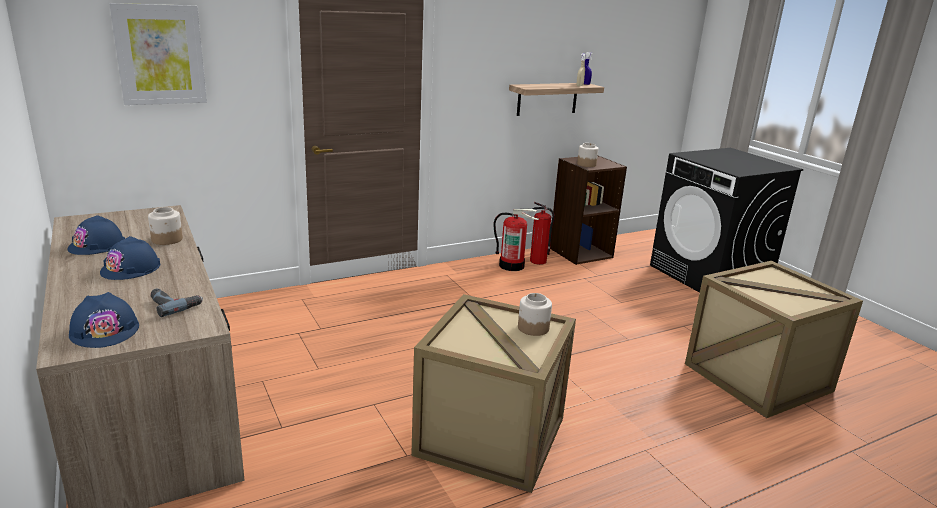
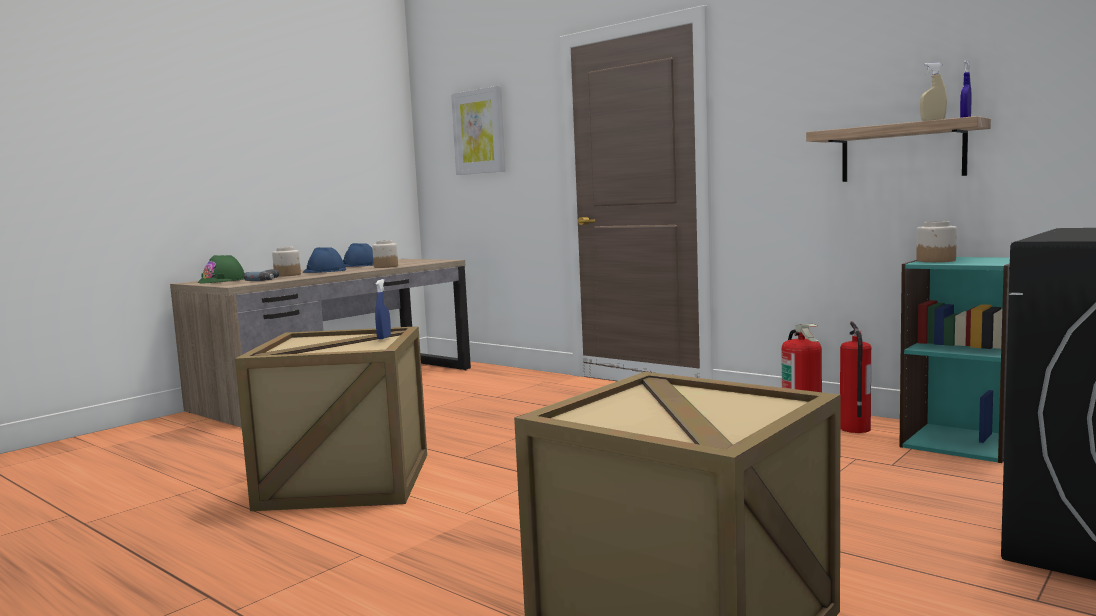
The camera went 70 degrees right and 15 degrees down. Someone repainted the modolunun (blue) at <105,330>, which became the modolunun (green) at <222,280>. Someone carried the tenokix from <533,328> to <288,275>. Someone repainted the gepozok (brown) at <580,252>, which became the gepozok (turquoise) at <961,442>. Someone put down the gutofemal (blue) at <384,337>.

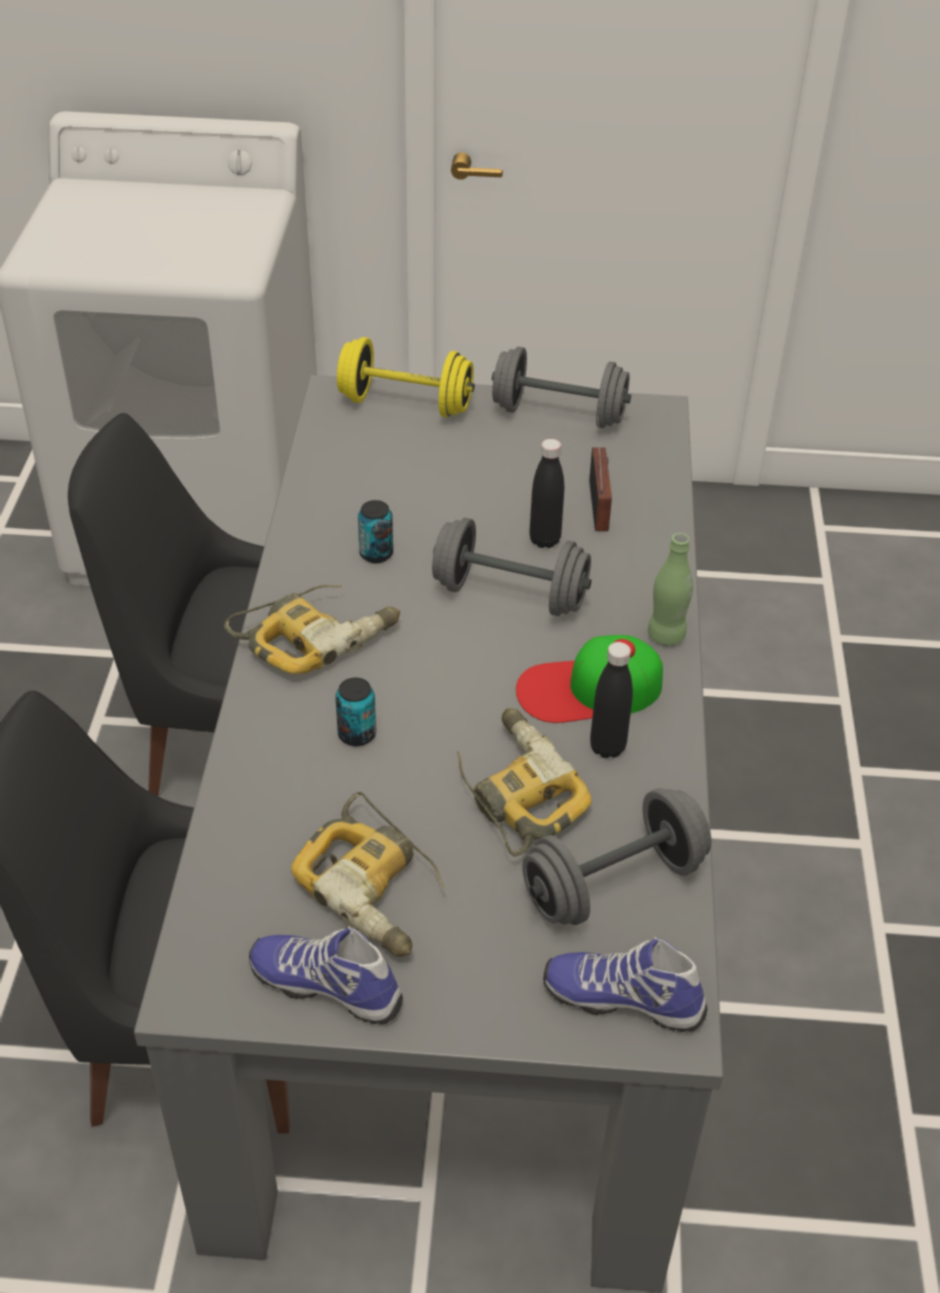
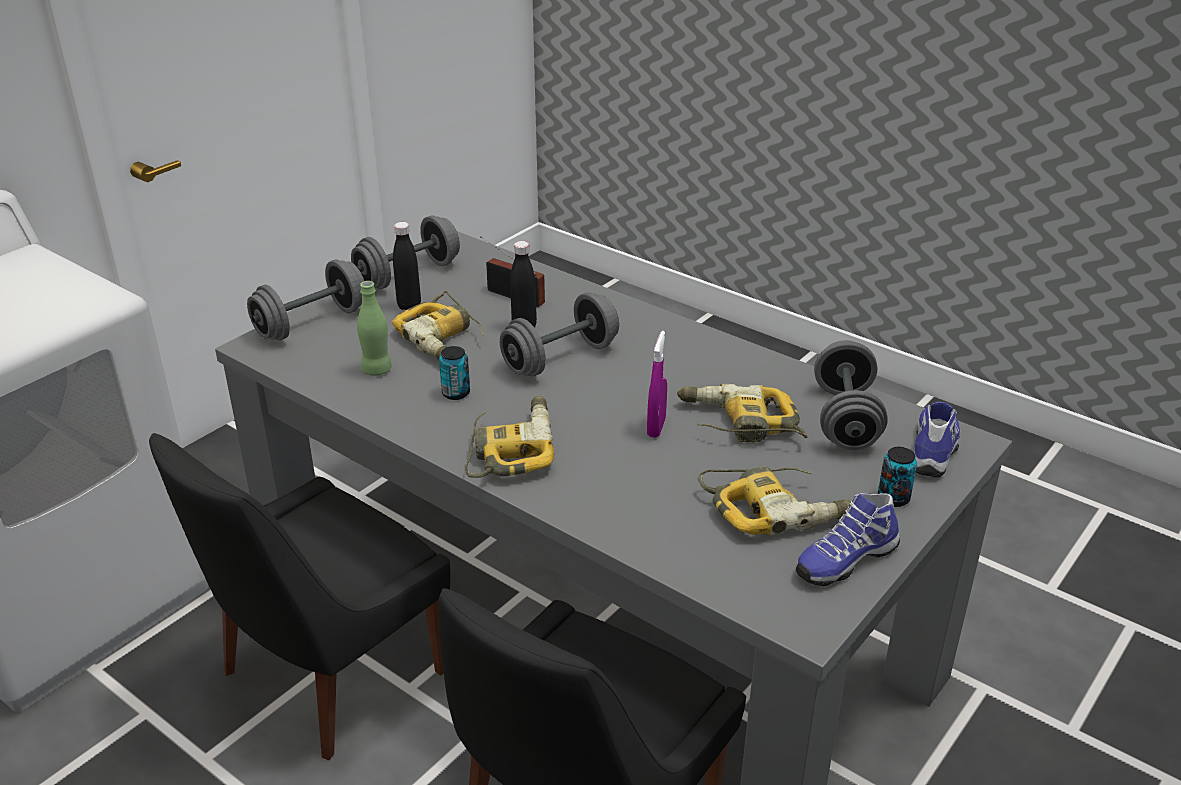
The camera went 55 degrees left and 10 degrees down. Someone carried the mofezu from <357,734> to <893,498>. Someone repainted the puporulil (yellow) at <405,404>, which became the puporulil (grey) at <311,323>. Someone took away the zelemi at <589,689>. Someone rotated the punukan at <624,997> by 150 degrees clockwise. Someone carried the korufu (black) from <607,747> to <409,306>. Someone carried the korufu (green) from <666,635> to <377,370>. Someone put down the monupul at <444,338>. Someone put down the gutofemal (purple) at <656,427>.

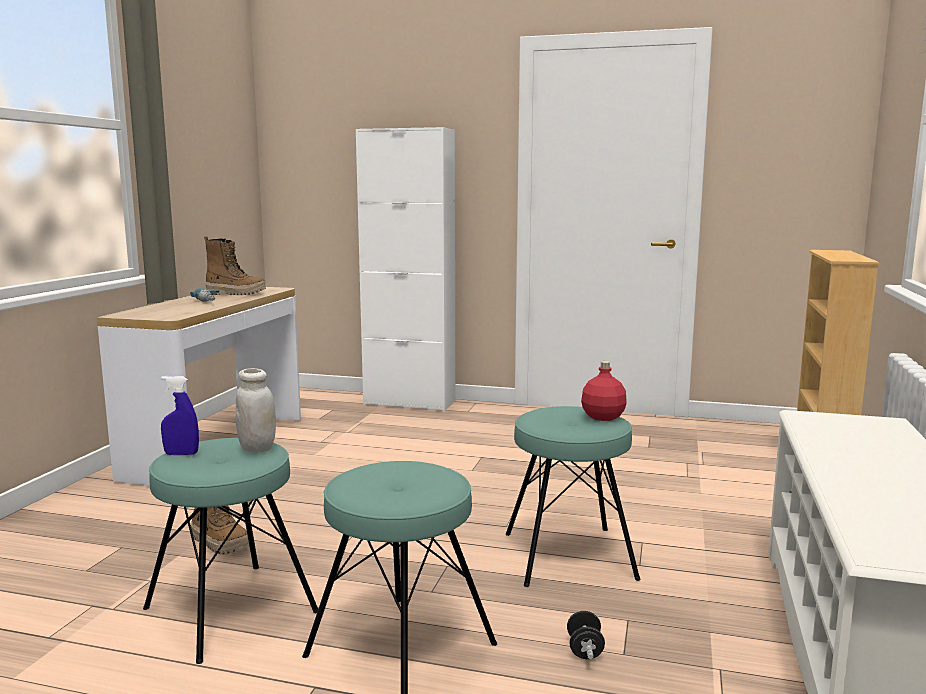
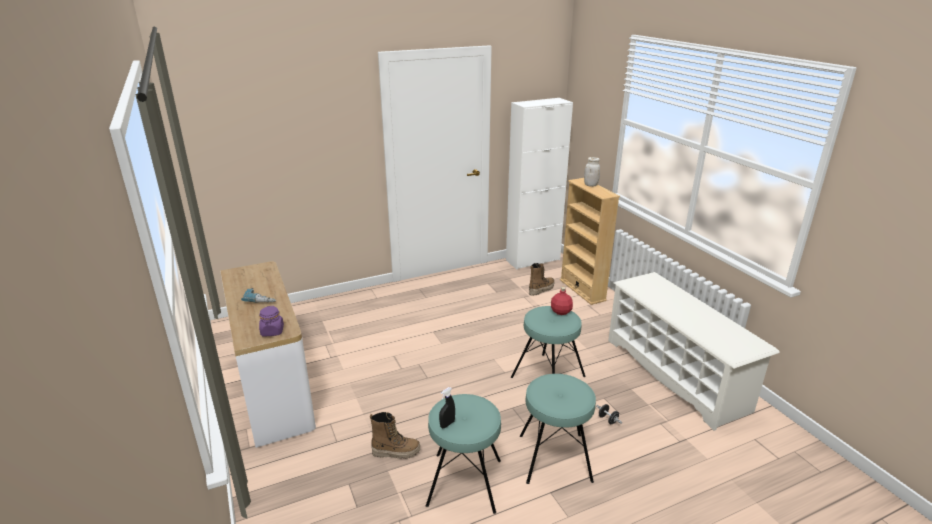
The camera went 40 degrees left and 15 degrees up. Someone repainted the gutofemal (blue) at <181,454>, which became the gutofemal (black) at <447,424>. Someone carried the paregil from <236,294> to <541,289>. Someone carried the tenokix (white) from <257,448> to <590,185>. Someone carried the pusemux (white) from <409,403> to <533,260>. Someone put down the tenokix (purple) at <272,331>.

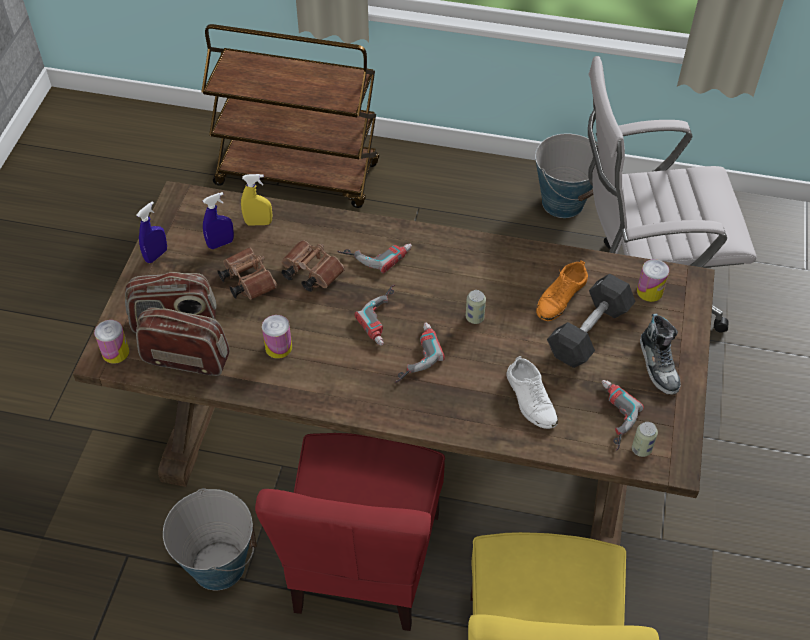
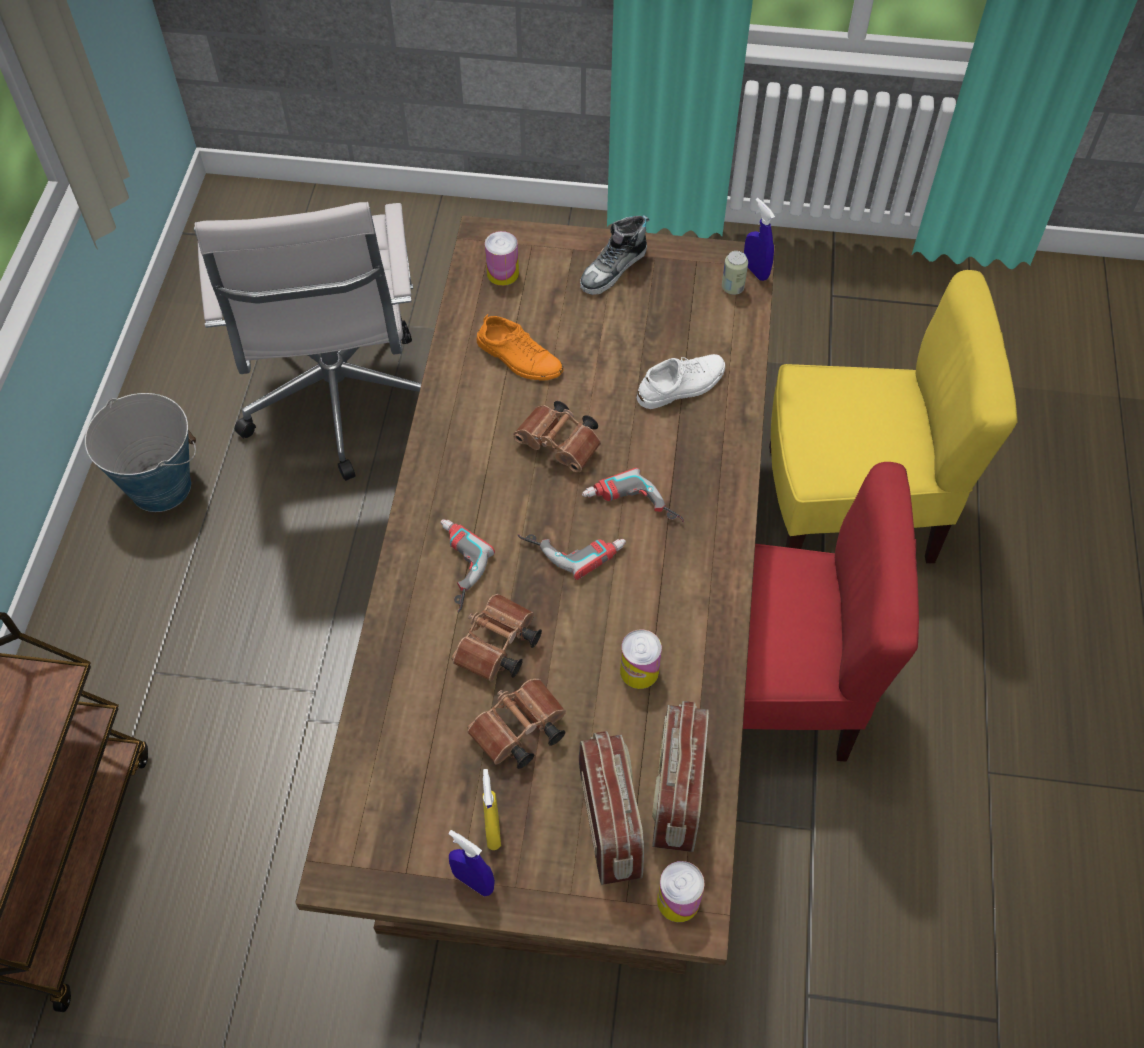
The camera went 95 degrees left and 5 degrees up. Someone took away the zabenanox at <218,565>. Someone carried the gutofemal (blue) from <221,243> to <755,271>. Someone carried the gutofemal (yellow) from <258,223> to <492,830>. Someone swapped the mofezu at <474,318> for the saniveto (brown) at <561,445>. Someone took away the puporulil (black) at <589,332>. Someone took away the monupul at <609,416>. Someone rotated the punukan at <658,365> by 150 degrees clockwise.

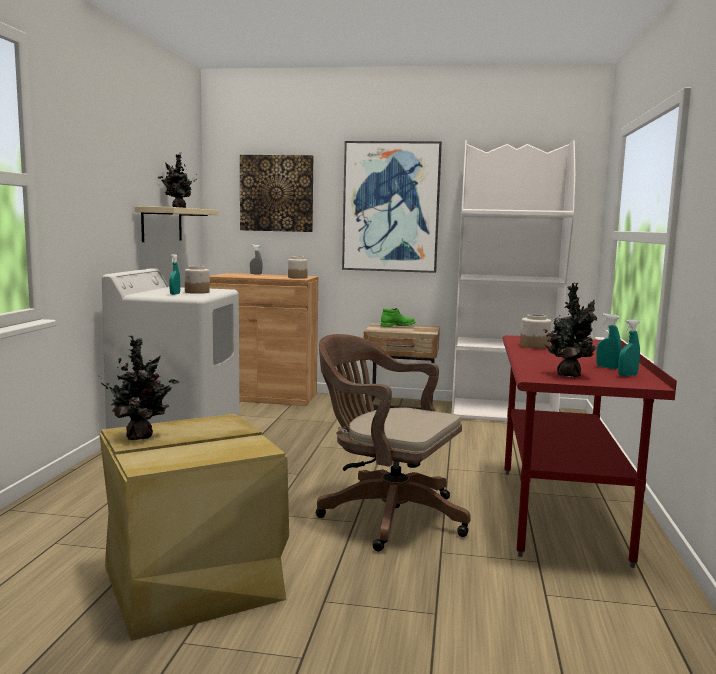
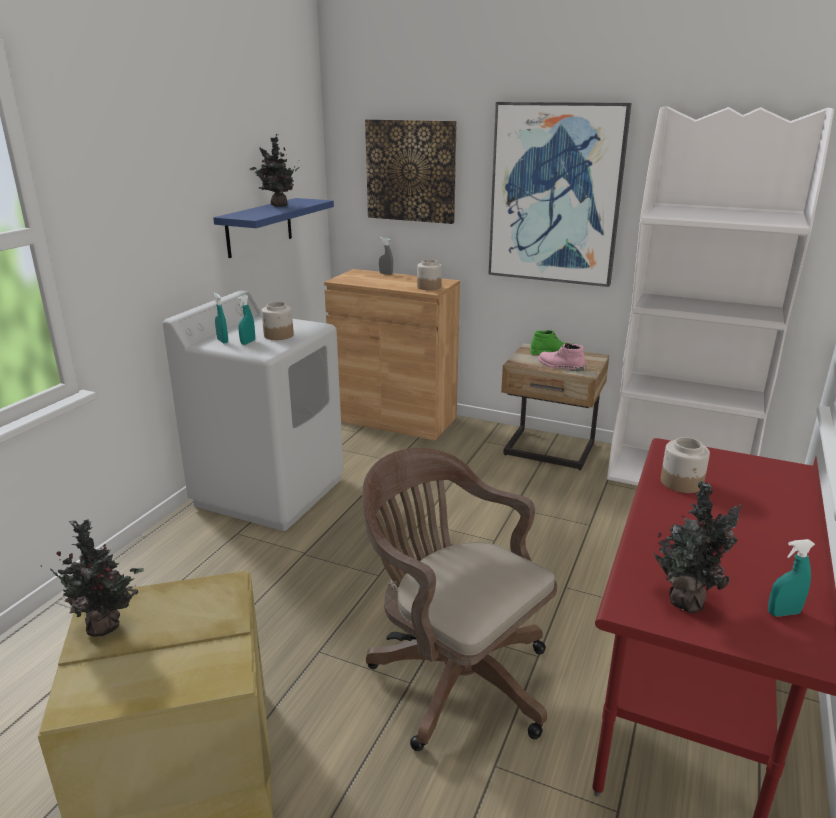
The camera went 15 degrees right and 15 degrees up. Someone repainted the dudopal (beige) at <162,224>, which became the dudopal (blue) at <259,227>. Someone carried the gutofemal (turquoise) from <607,367> to <222,341>. Someone put down the paregil (pink) at <560,366>.

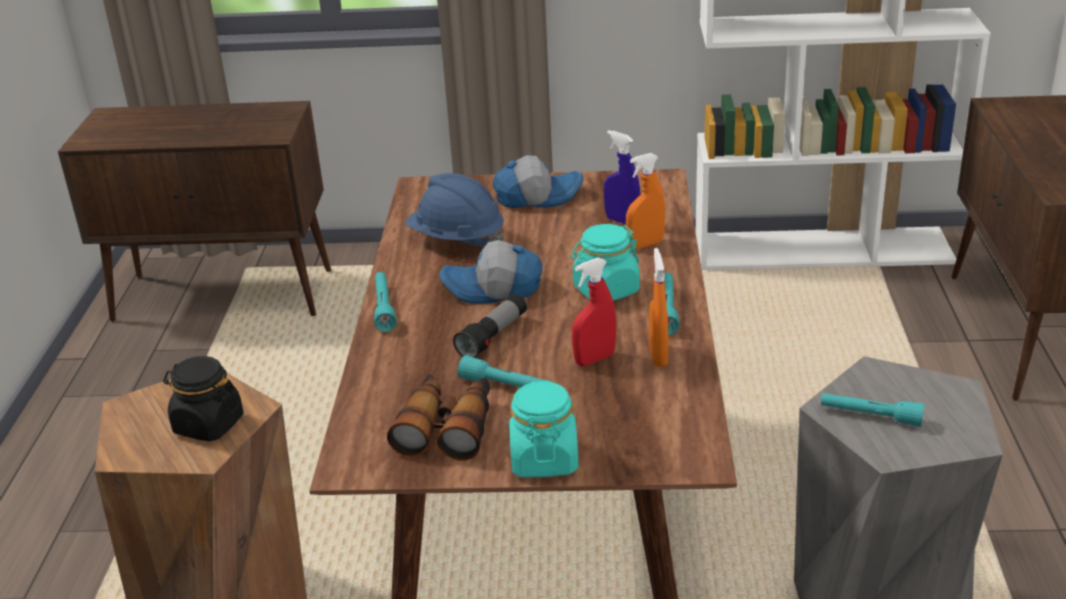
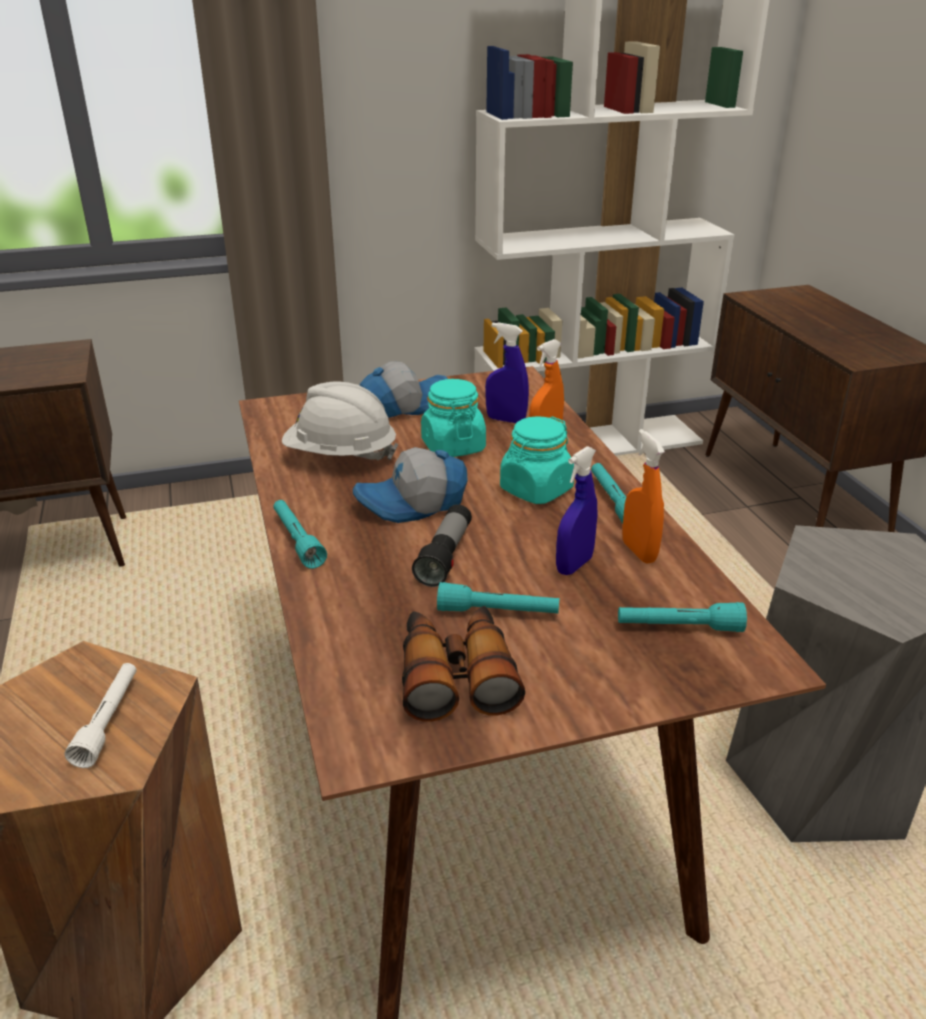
The camera went 20 degrees left and 0 degrees up. Someone swapped the tenokix (black) at <208,425> for the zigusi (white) at <108,721>. Someone repainted the modolunun (blue) at <456,239>, which became the modolunun (white) at <340,456>. Someone carried the tenokix (turquoise) from <544,459> to <453,446>. Someone repainted the gutofemal (red) at <594,359>, which became the gutofemal (blue) at <574,565>. Someone carried the zigusi (turquoise) from <870,416> to <679,627>.

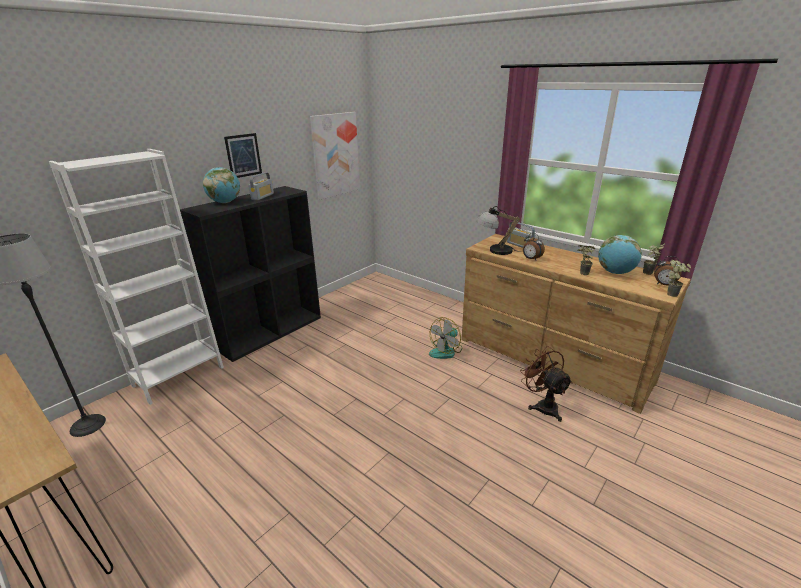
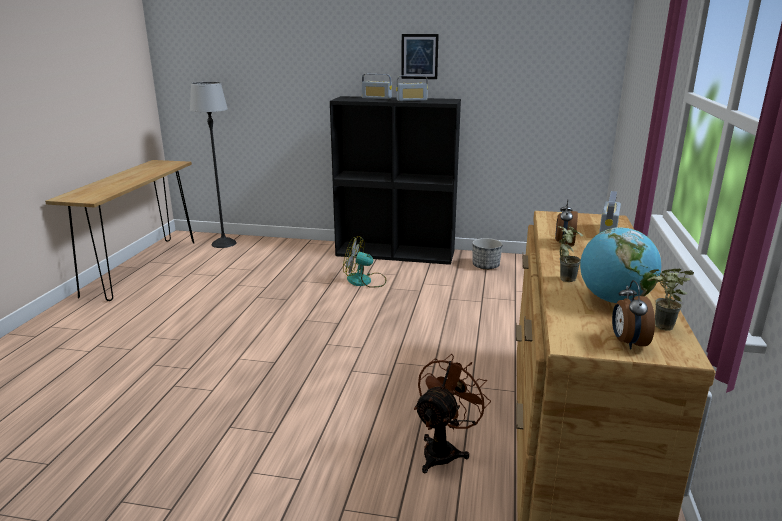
The camera went 60 degrees right and 5 degrees down. Someone took away the gepozok (white) at <178,376>. Someone swapped the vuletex at <225,202> for the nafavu at <376,98>. Someone took away the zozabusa at <335,155>. Someone carried the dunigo from <446,351> to <365,281>. Someone took away the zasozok at <494,250>. Someone took away the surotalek at <673,294>. Someone put down the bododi at <485,266>.

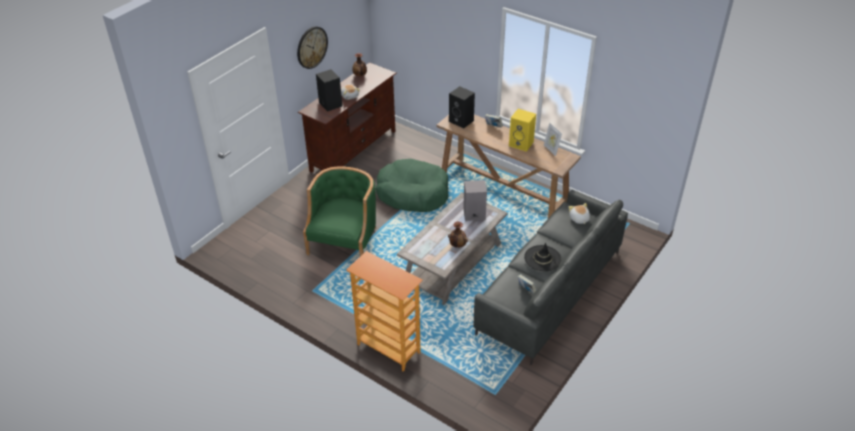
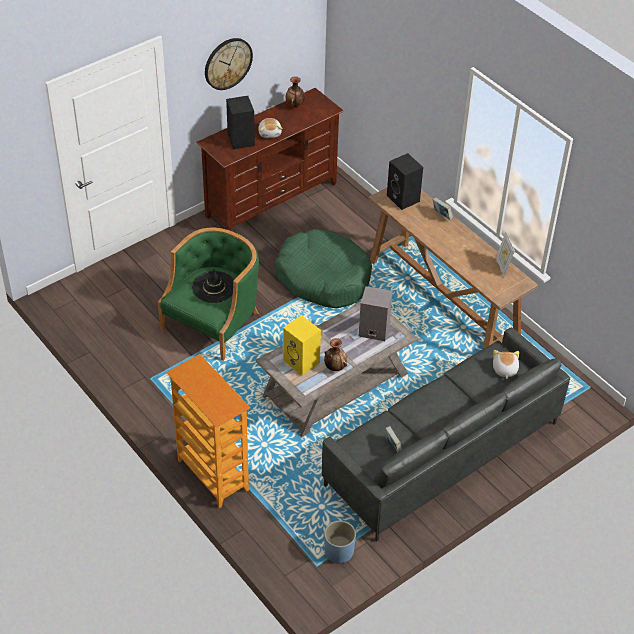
The camera went 15 degrees right and 5 degrees up. Someone carried the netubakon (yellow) from <521,144> to <302,362>. Someone carried the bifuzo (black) from <542,258> to <214,287>. Someone put down the bododi (blue) at <339,552>.

